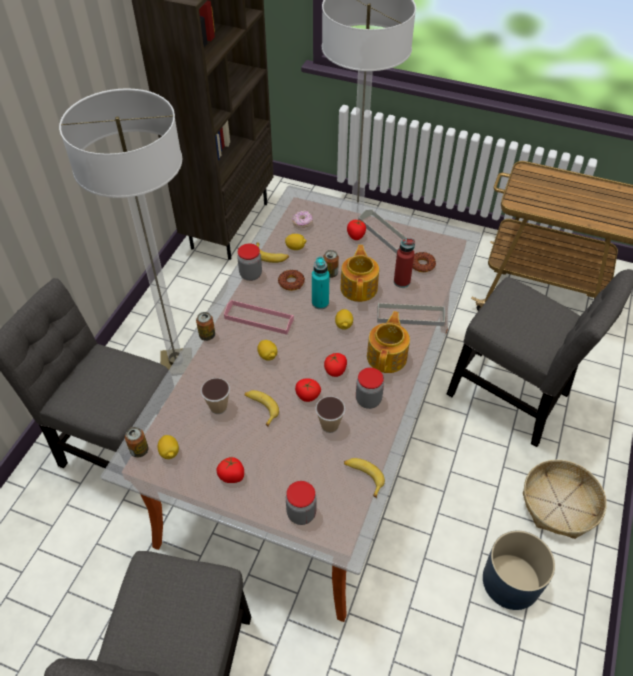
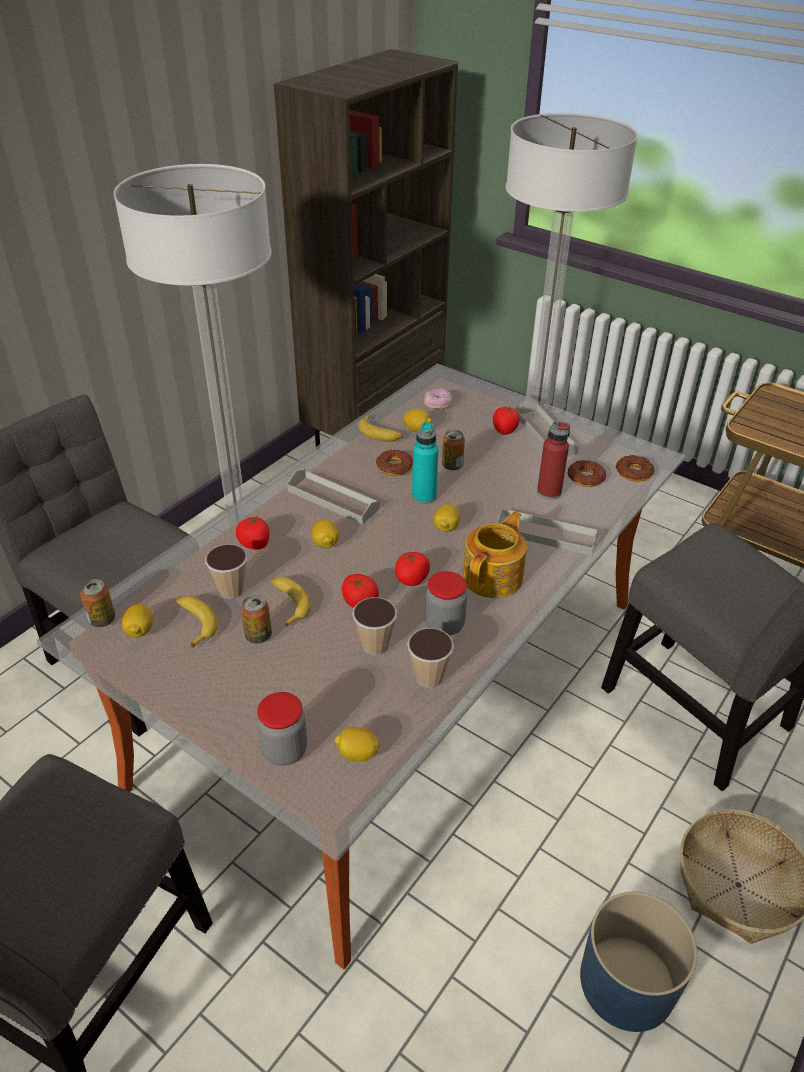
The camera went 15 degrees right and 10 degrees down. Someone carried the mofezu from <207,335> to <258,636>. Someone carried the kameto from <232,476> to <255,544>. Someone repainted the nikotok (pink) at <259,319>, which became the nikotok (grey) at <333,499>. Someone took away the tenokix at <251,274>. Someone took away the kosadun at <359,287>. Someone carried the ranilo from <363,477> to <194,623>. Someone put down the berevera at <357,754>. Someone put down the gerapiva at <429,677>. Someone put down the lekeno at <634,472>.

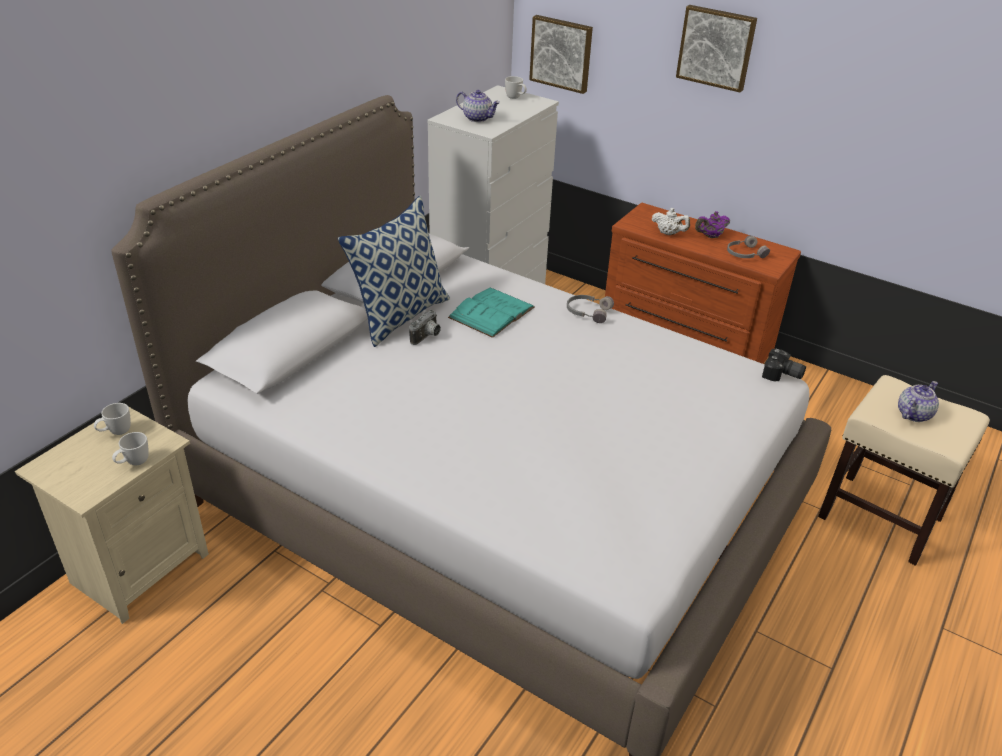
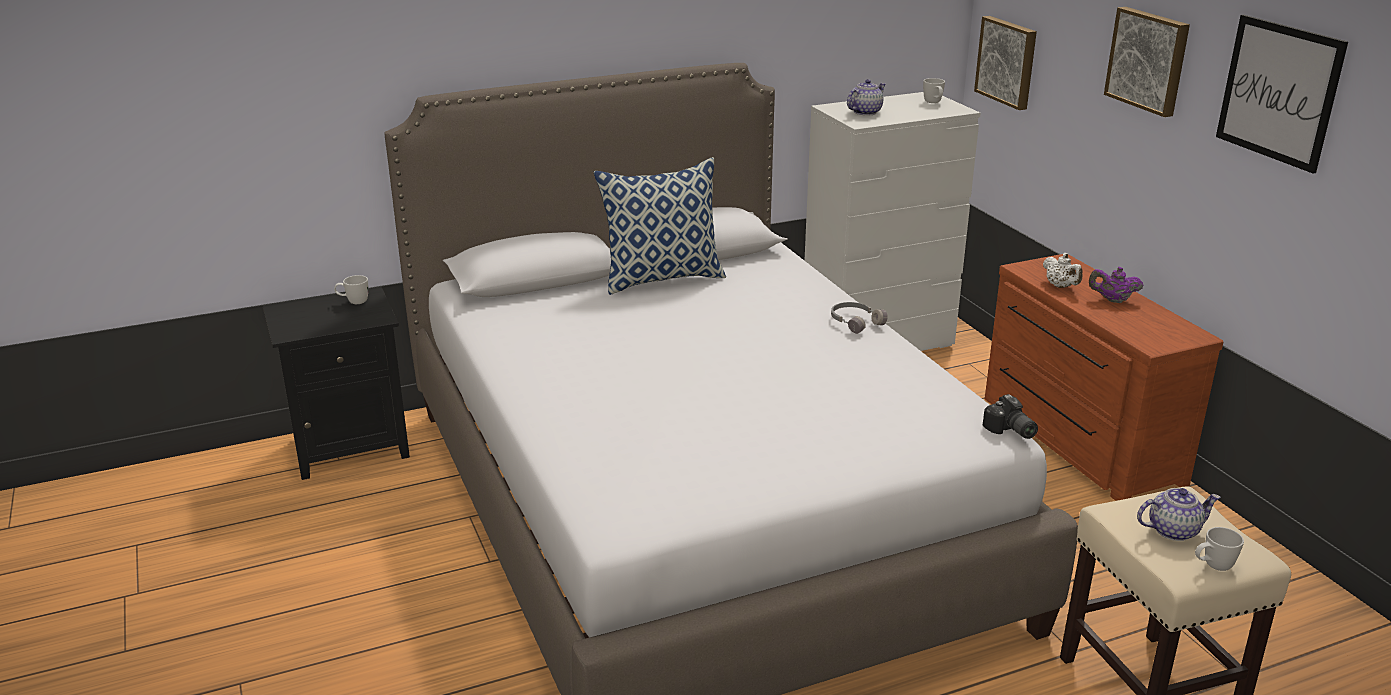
The camera went 35 degrees right and 10 degrees down. Someone repainted the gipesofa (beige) at <138,568>, which became the gipesofa (black) at <349,447>. Someone carried the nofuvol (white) from <133,463> to <1212,566>. Someone took away the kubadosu at <427,337>. Someone took away the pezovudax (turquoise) at <491,312>. Someone rotated the kosadun at <478,118> by 105 degrees counterclockwise. Someone took away the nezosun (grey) at <744,254>. Someone put up the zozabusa at <1279,92>.

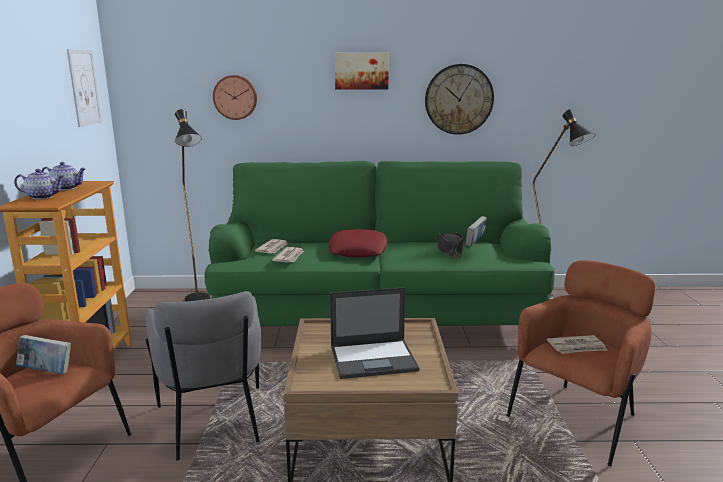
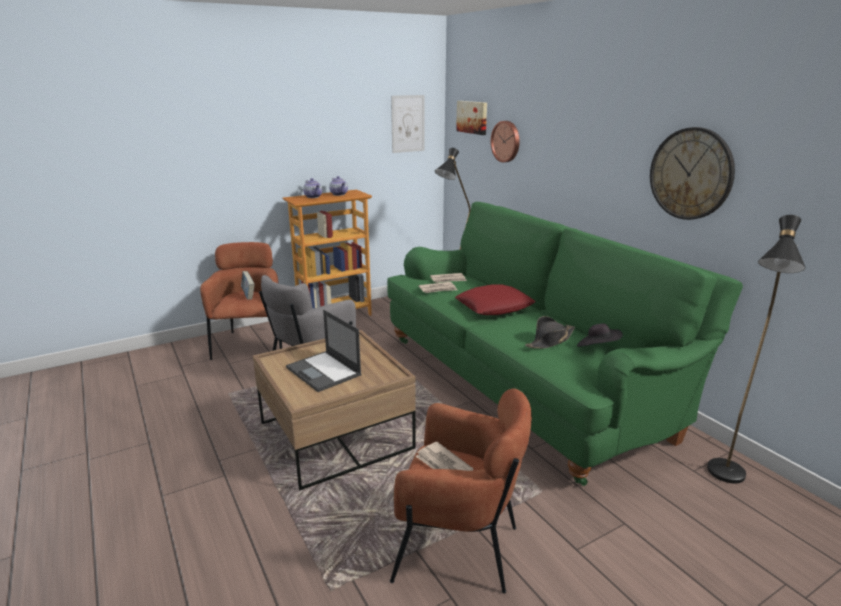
The camera went 60 degrees right and 5 degrees up. Someone carried the zozabusa from <361,71> to <472,117>. Someone swapped the pezovudax at <475,243> for the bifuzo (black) at <597,348>.

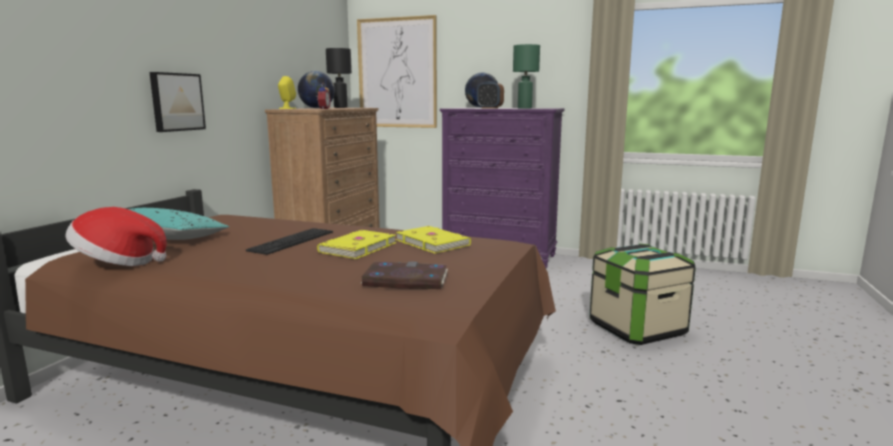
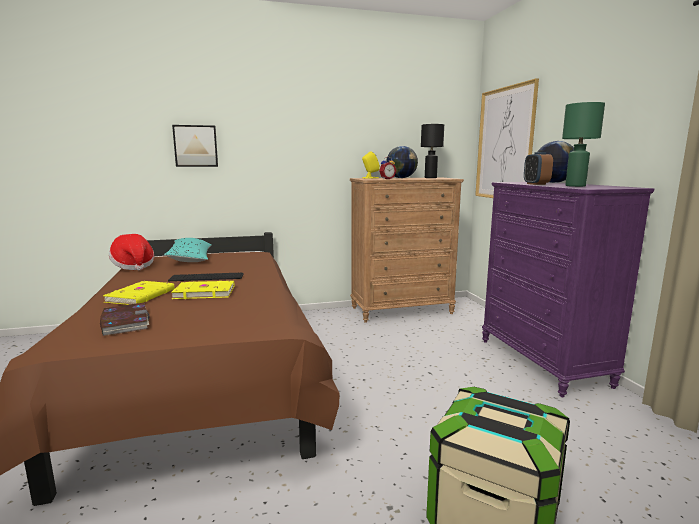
The camera went 55 degrees right and 0 degrees up. Someone carried the zozabusa from <176,102> to <196,146>. Someone carried the pezovudax (yellow) from <433,242> to <142,296>.

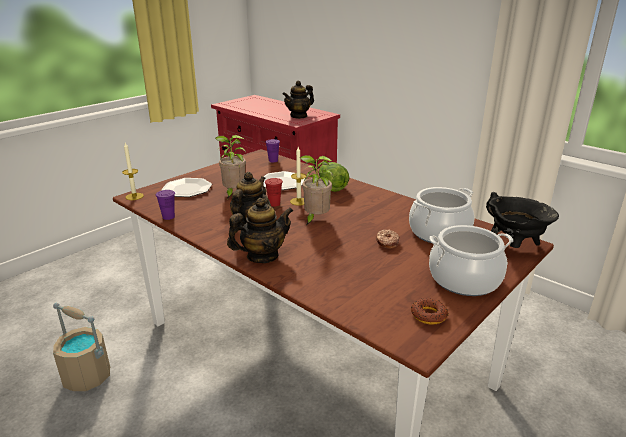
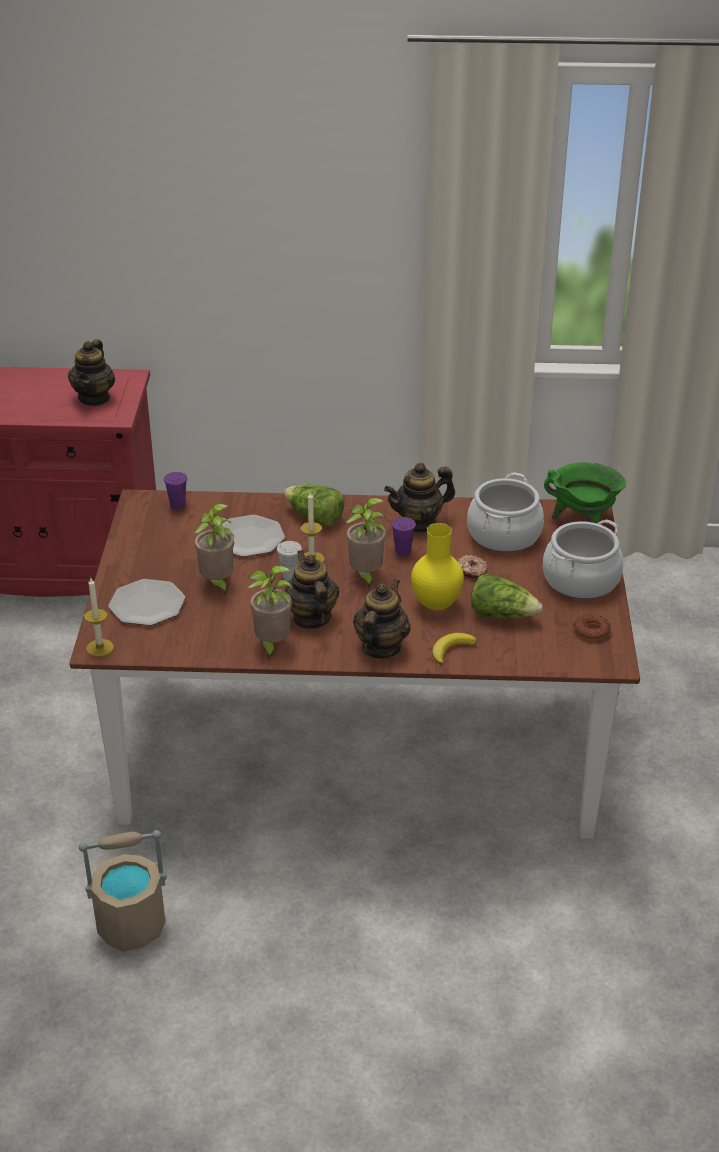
The camera went 40 degrees left and 10 degrees up. Someone carried the gerapiva (purple) from <168,217> to <403,551>. Someone repainted the gerapiva (red) at <274,204>, which became the gerapiva (white) at <290,576>. Someone repainted the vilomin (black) at <514,246>, which became the vilomin (green) at <583,520>. Someone put down the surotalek at <271,645>. Someone put down the kosadun at <419,523>. Someone put down the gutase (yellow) at <435,605>. Someone put down the ranilo at <451,650>. Someone put down the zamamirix at <502,614>.

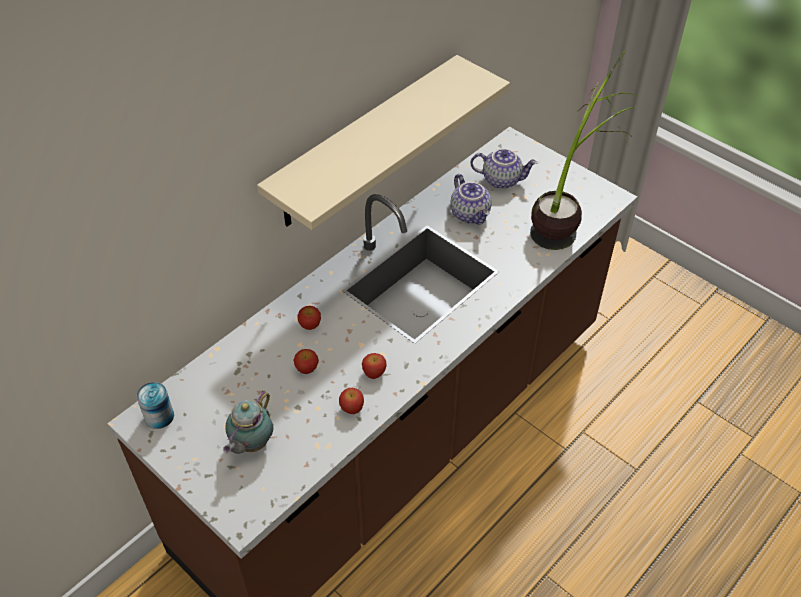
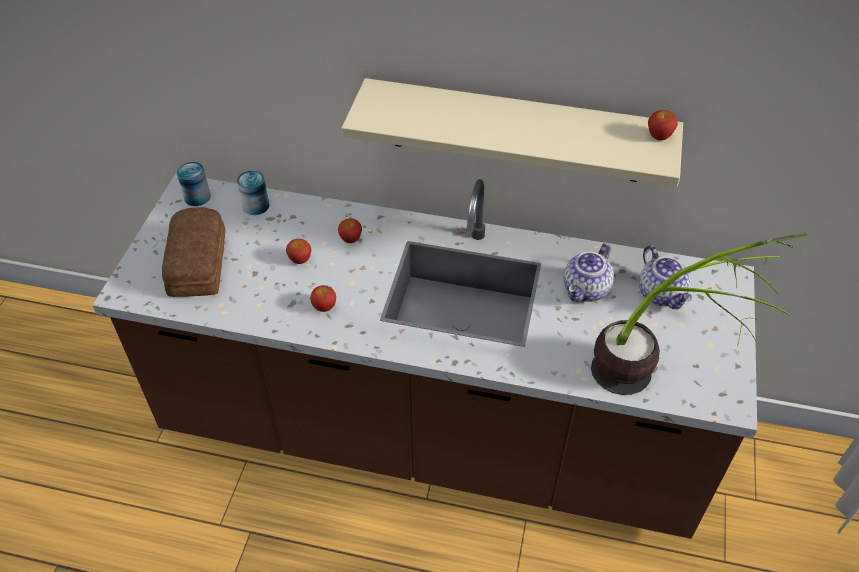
The camera went 60 degrees right and 0 degrees up. Someone swapped the kosadun at <251,444> for the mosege at <199,262>. Someone carried the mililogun from <351,408> to <659,136>. Someone put down the mofezu at <256,206>.

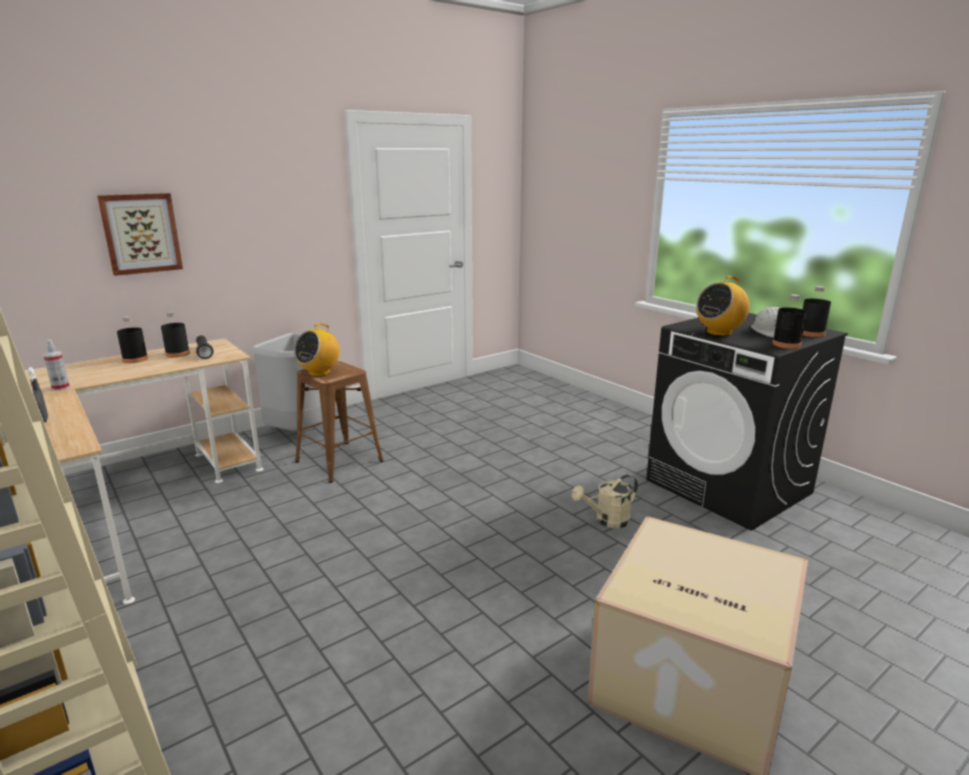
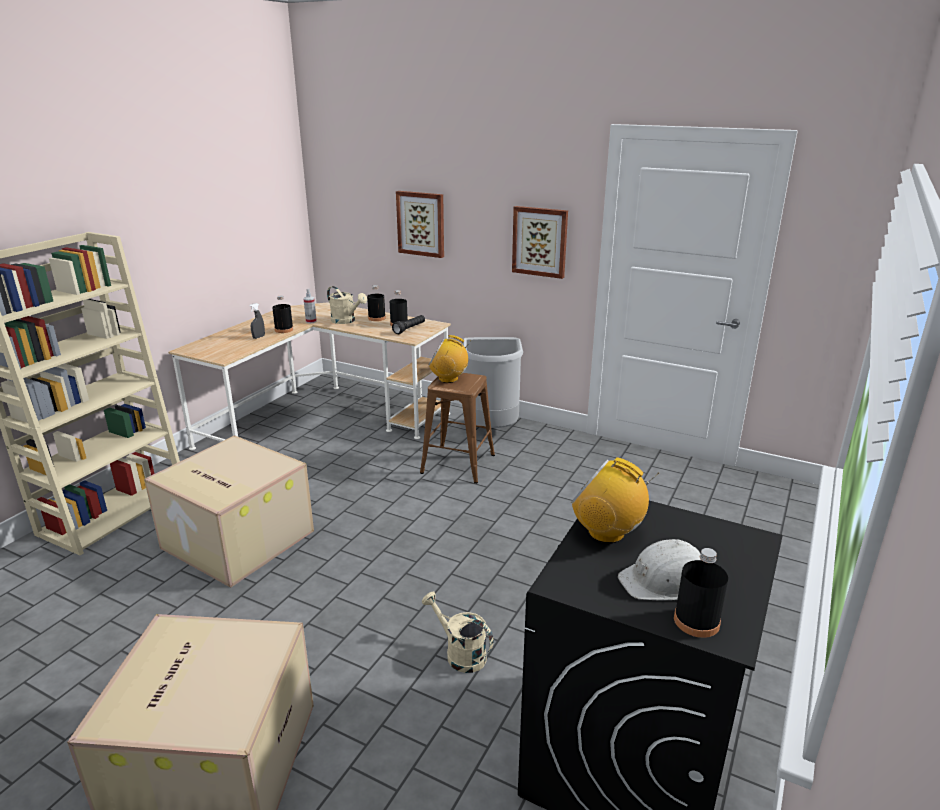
The camera went 65 degrees right and 5 degrees up. Someone carried the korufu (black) from <786,344> to <284,330>. Someone put down the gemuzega at <235,539>. Someone put down the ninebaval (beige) at <346,321>. Someone put up the zozabusa at <540,241>.

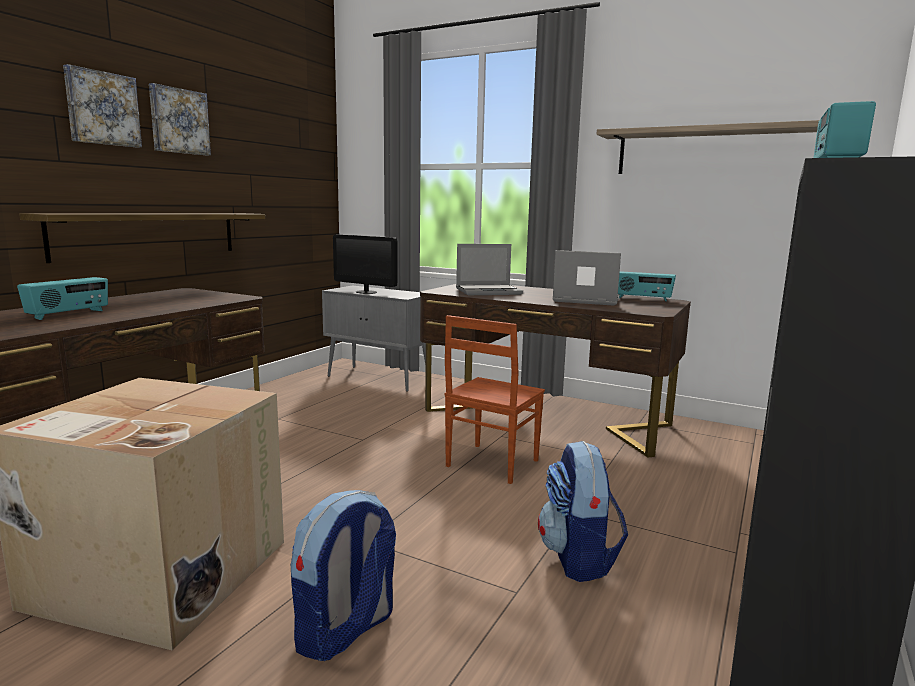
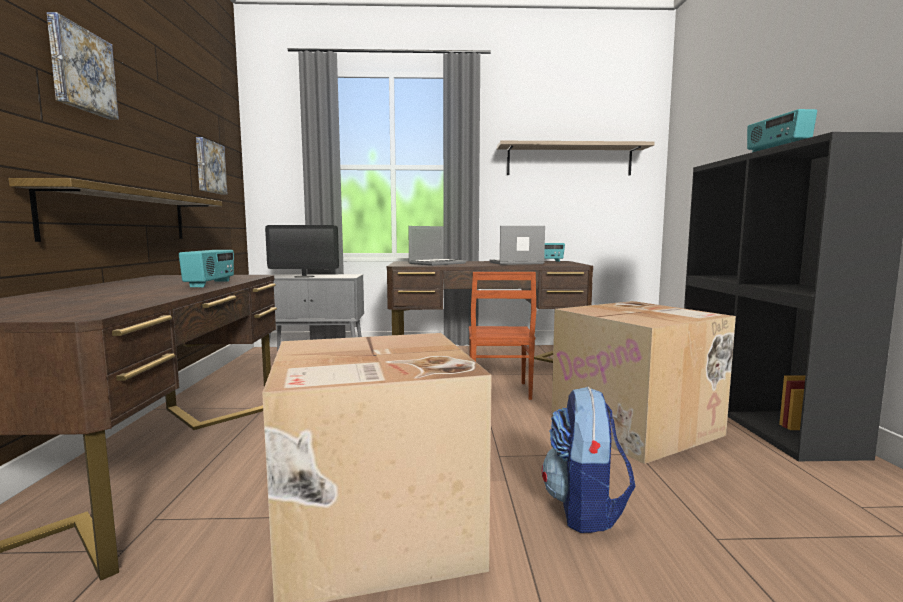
The camera went 30 degrees left and 5 degrees down. Someone carried the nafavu from <69,314> to <211,284>. Someone carried the zozabusa from <178,121> to <209,167>. Someone swapped the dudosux at <578,558> for the gemuzega at <637,427>.

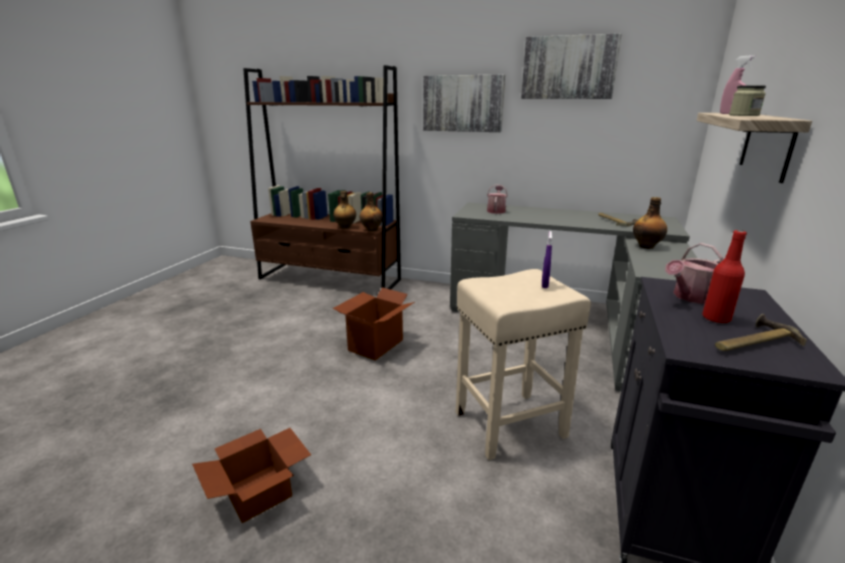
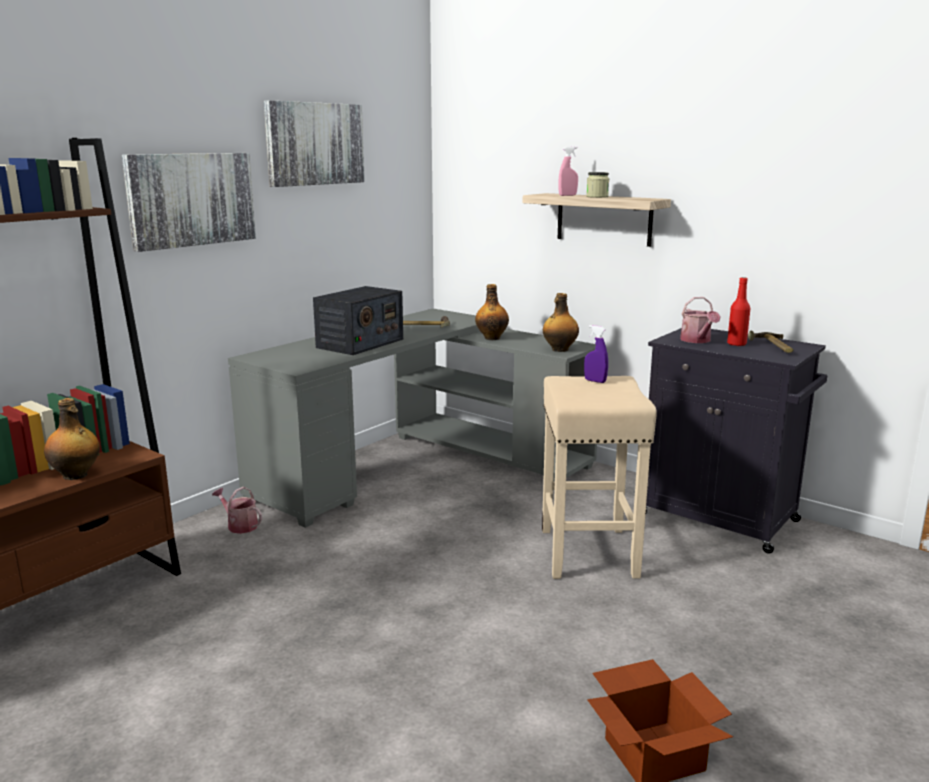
The camera went 70 degrees left and 5 degrees down. Someone took away the gemuzega at <375,345>. Someone carried the korufu from <372,229> to <559,350>. Someone carried the ninebaval from <496,210> to <239,525>. Someone put down the nafavu at <360,343>.

